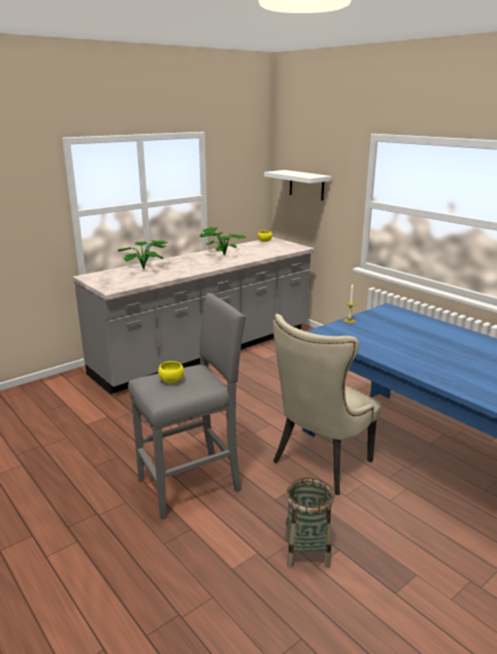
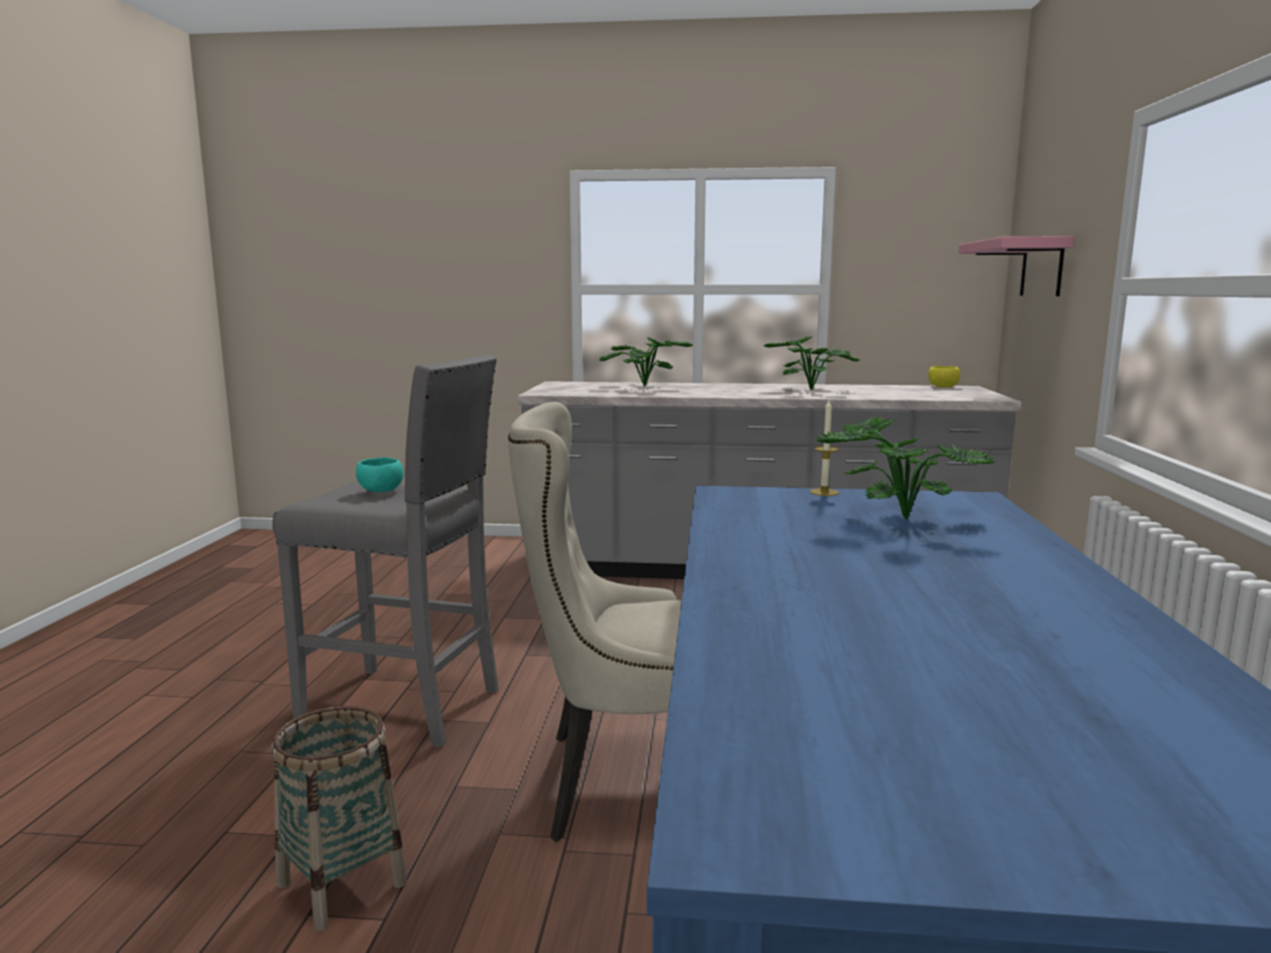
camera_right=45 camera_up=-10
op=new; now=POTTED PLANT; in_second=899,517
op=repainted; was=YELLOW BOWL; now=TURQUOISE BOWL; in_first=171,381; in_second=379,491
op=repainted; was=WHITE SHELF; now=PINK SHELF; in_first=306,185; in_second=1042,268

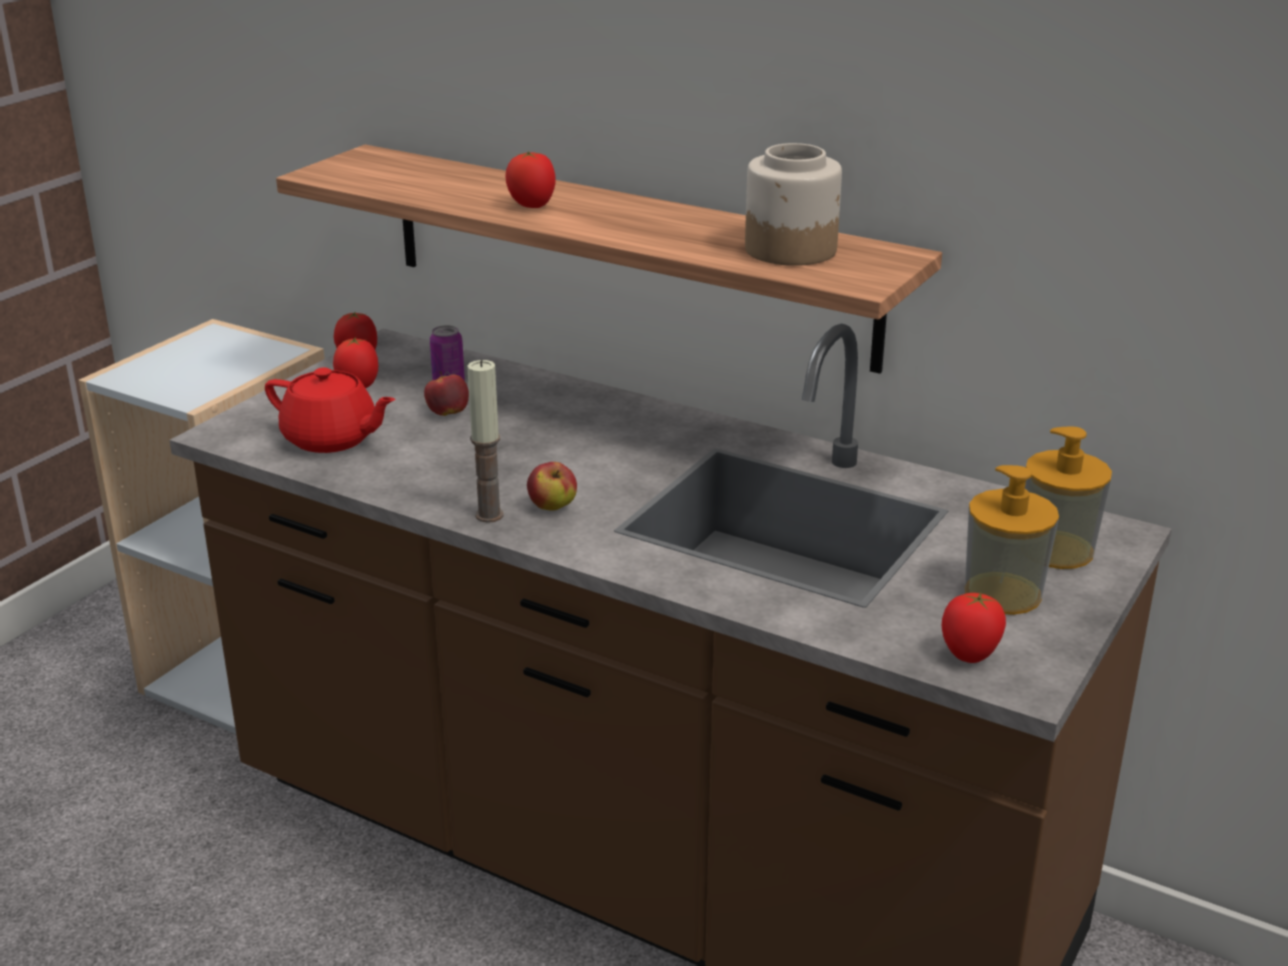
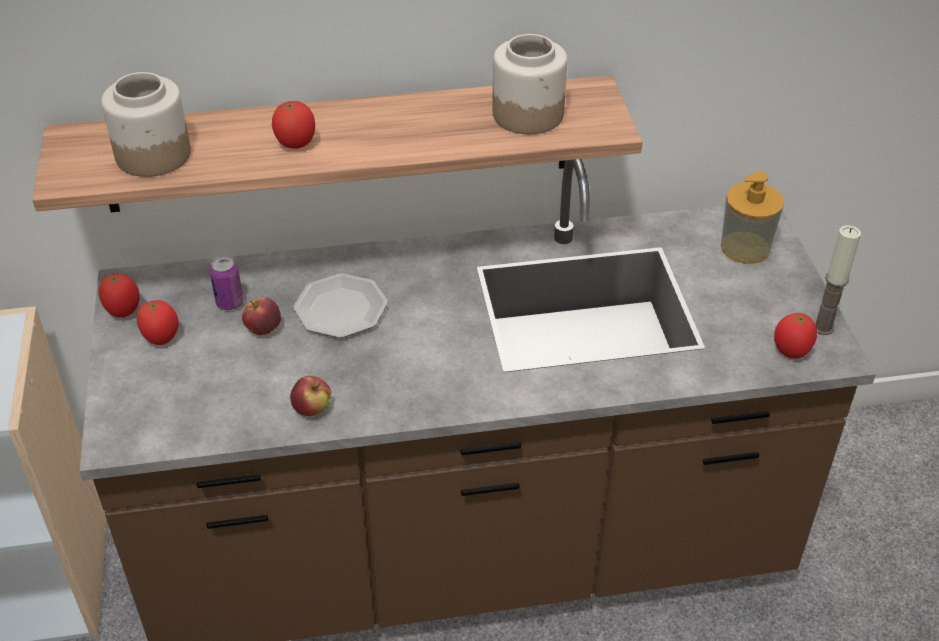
camera_right=-40 camera_up=15
op=gone; was=RED TEAPOT; in_first=332,439
op=gone; was=SOAP DISPENSER; in_first=1002,593
op=new; now=JAR; in_second=152,155
op=new; now=PLATE; in_second=340,309
op=shifted; was=CANDLE; in_first=489,515; in_second=823,327
op=shifted; was=APPLE; in_first=552,507; in_second=312,409

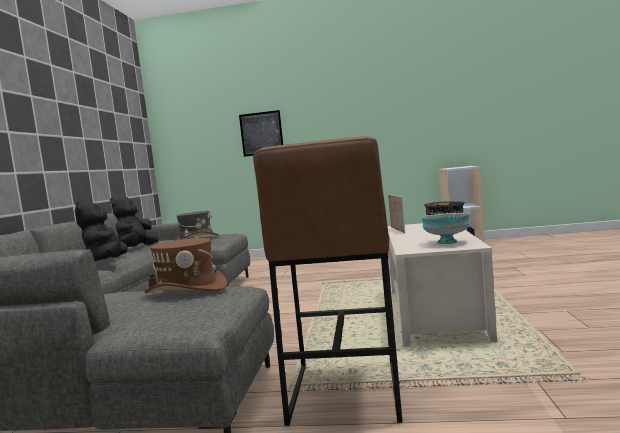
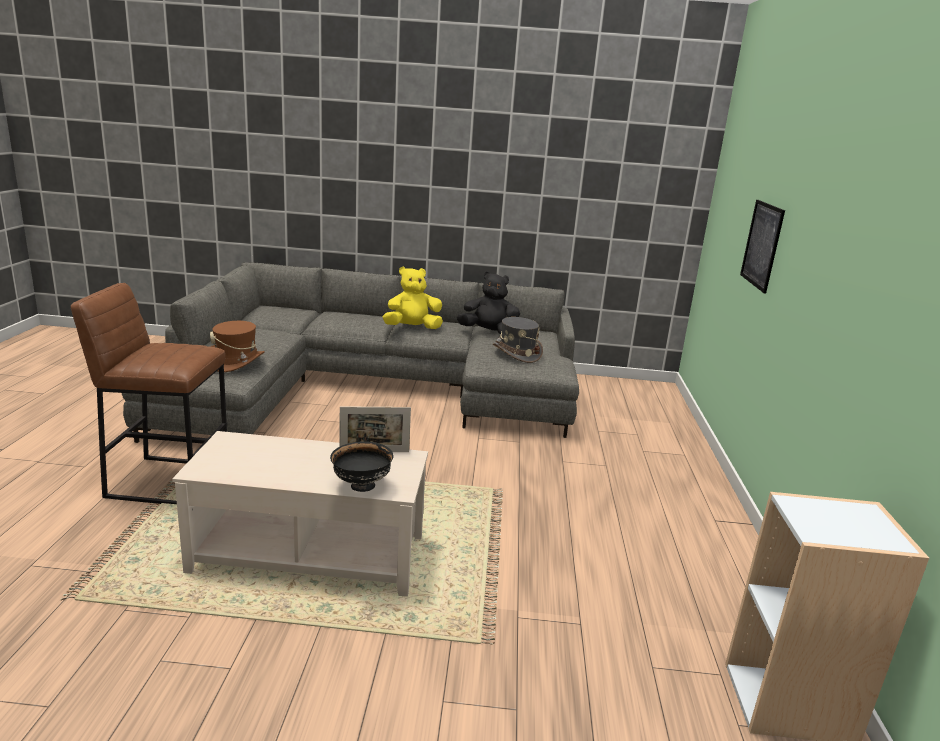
camera_right=85 camera_up=15
op=gone; was=TURQUOISE BOWL; in_first=446,242
op=repainted; was=BLACK PLUSH TOY; now=YELLOW PLUSH TOY; in_first=107,261; in_second=412,328

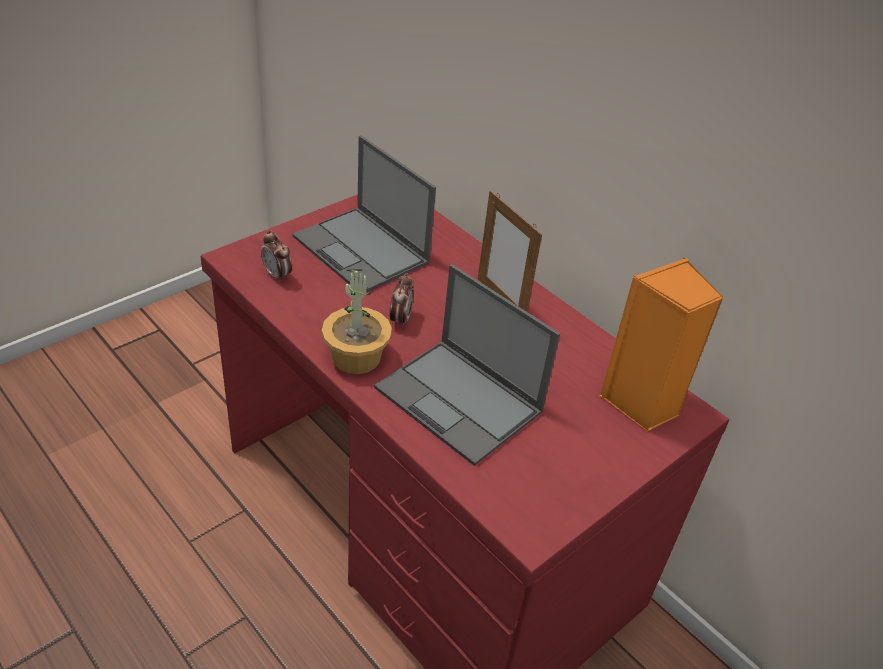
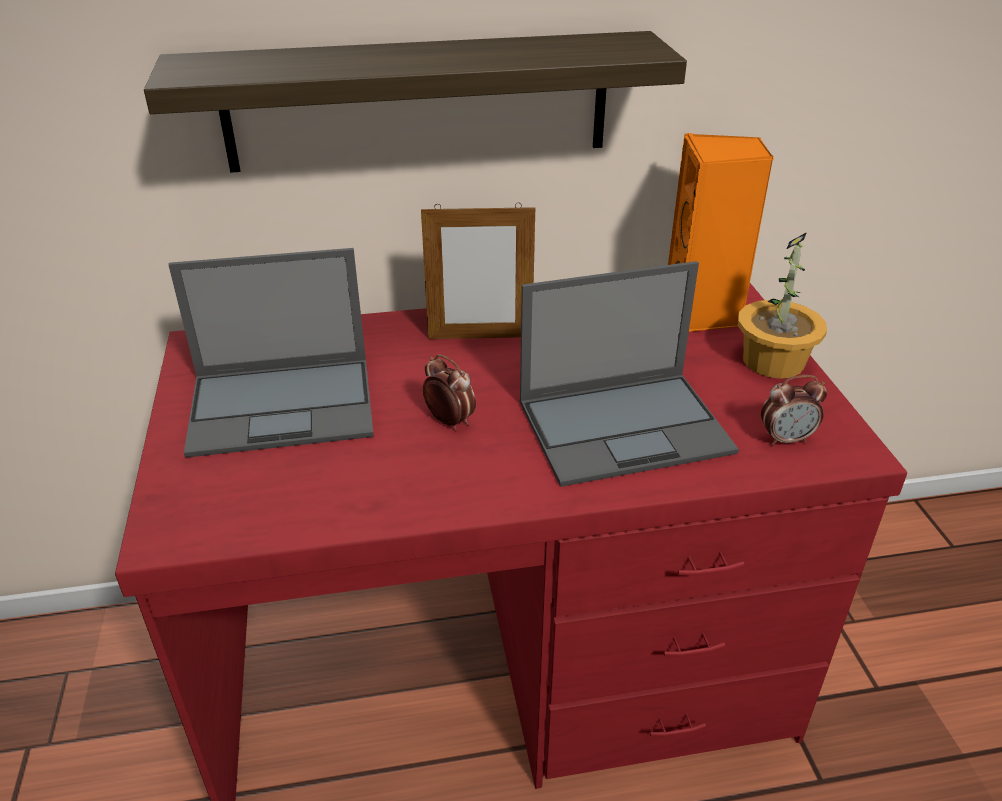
camera_right=-55 camera_up=-5
op=new; now=SHELF; in_second=418,102
op=shifted; was=ALARM CLOCK; in_first=277,275; in_second=786,439
op=shifted; was=POTTED PLANT; in_first=356,357; in_second=774,361

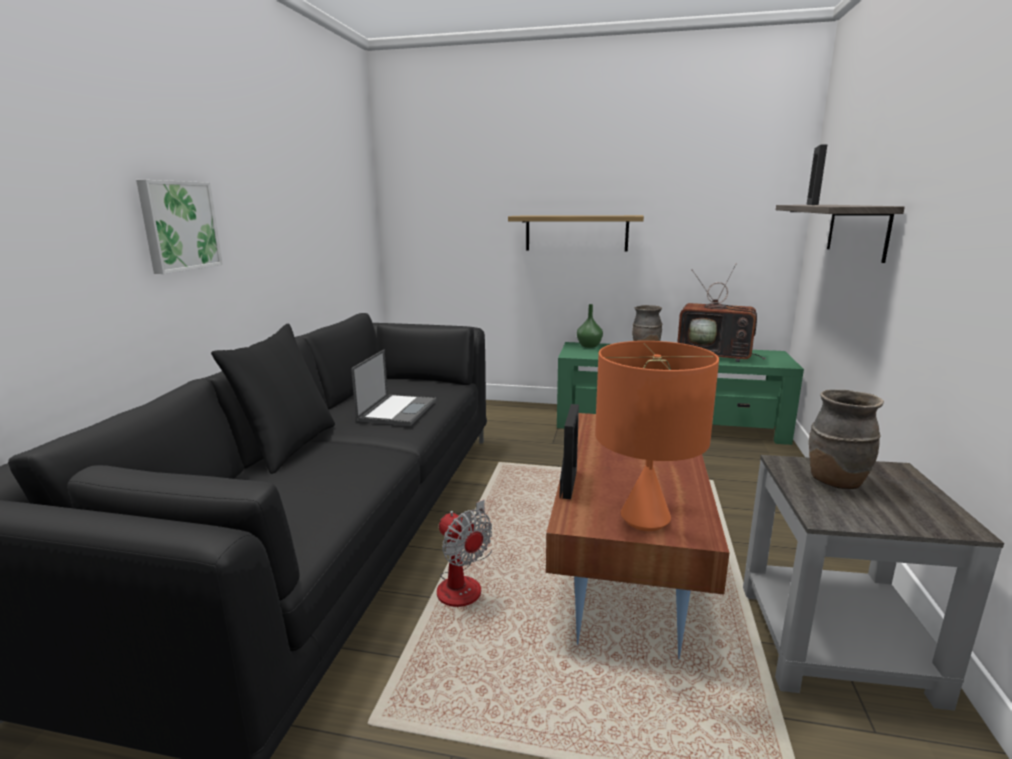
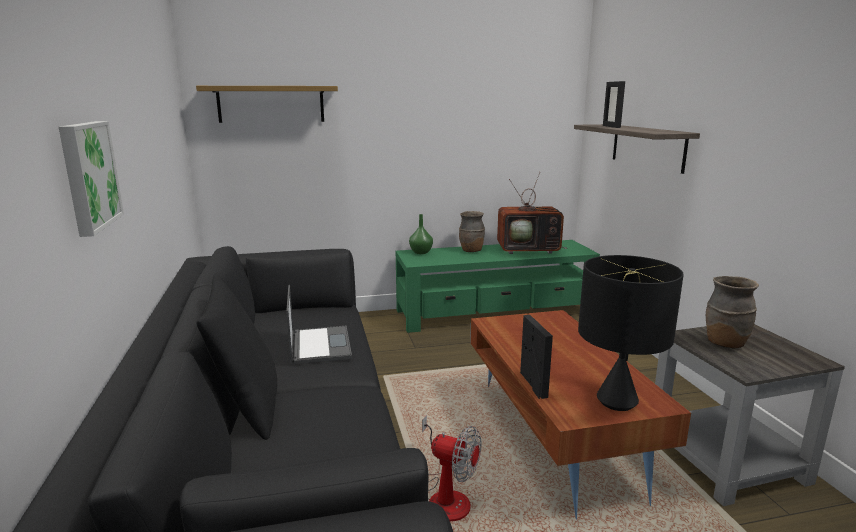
camera_right=-25 camera_up=0
op=shifted; was=SHELF; in_first=576,233; in_second=271,104
op=repainted; was=ORANGE TABLE LAMP; now=BLACK TABLE LAMP; in_first=644,520; in_second=616,402

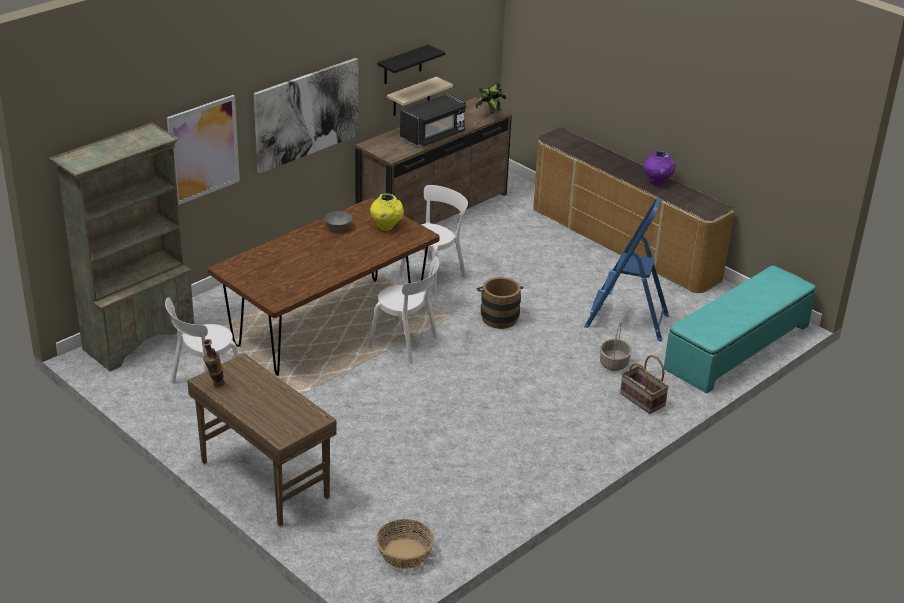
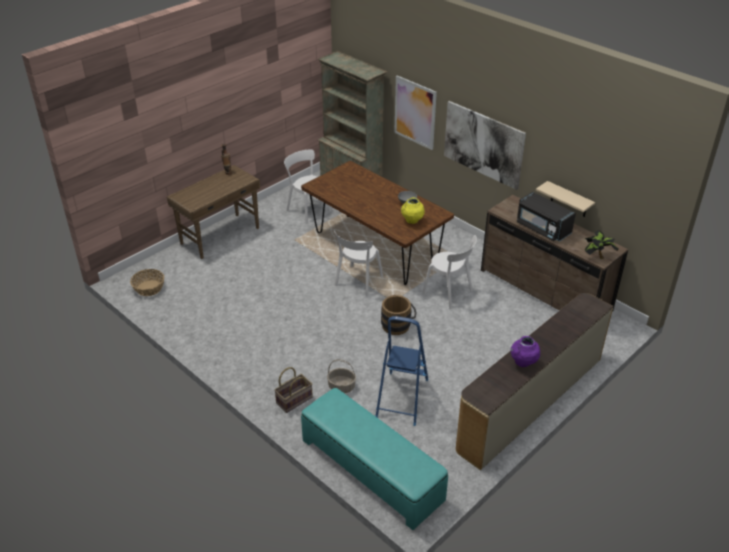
camera_right=90 camera_up=5
op=gone; was=BLACK SHELF; in_first=402,65

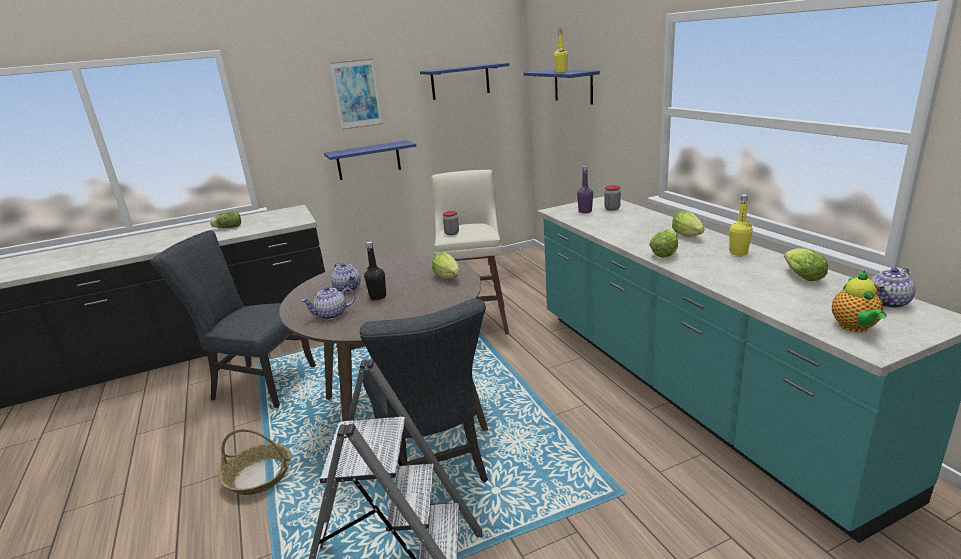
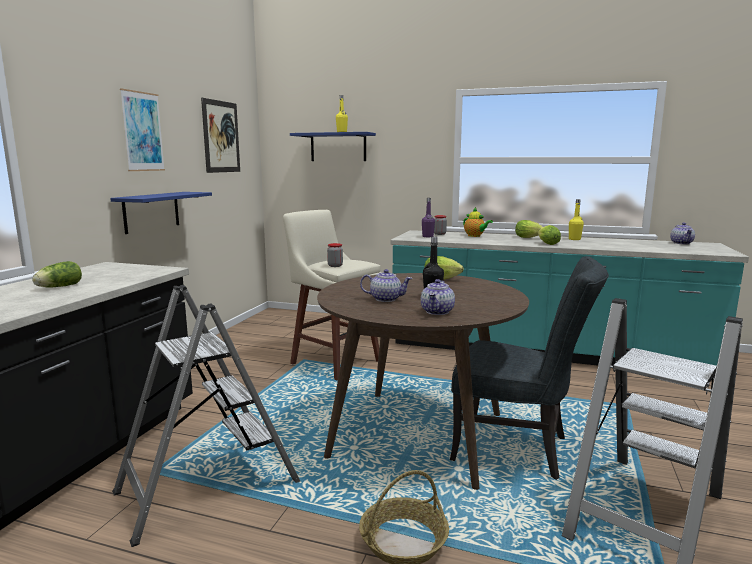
camera_right=-50 camera_up=-10
op=gone; was=LETTUCE; in_first=801,276
op=shifted; was=TEAPOT; in_first=854,328; in_second=475,236
op=swapped; was=GREY CHAIR; now=GREY STEP LADDER; in_first=258,383; in_second=205,487
op=swapped; was=BLUE SHELF; now=PICTURE; in_first=460,81; in_second=221,137

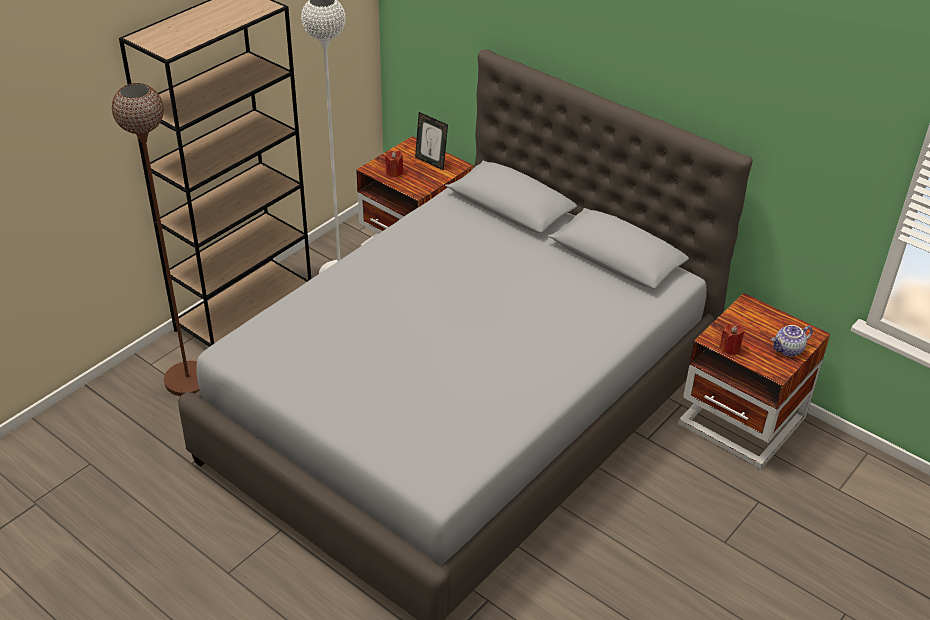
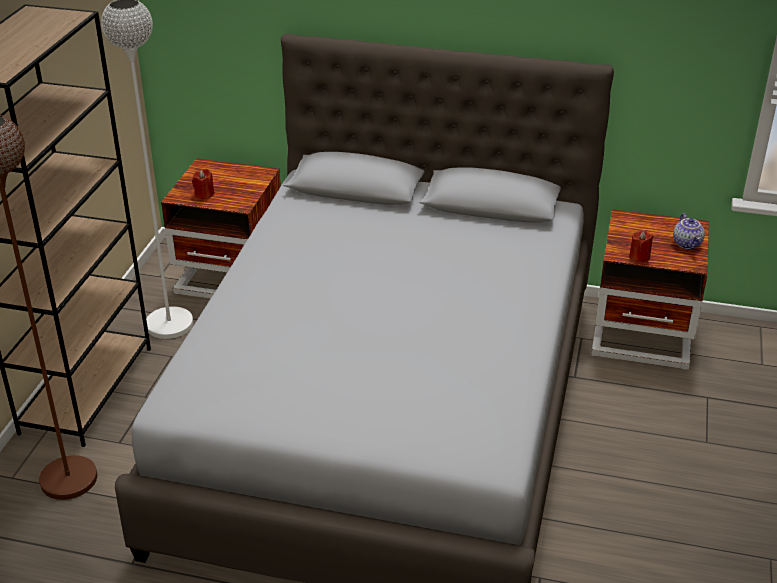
camera_right=-25 camera_up=-5
op=gone; was=PICTURE FRAME; in_first=431,162
op=rotated; was=TEAPOT; in_first=788,350; in_second=687,244; clockwise=-45

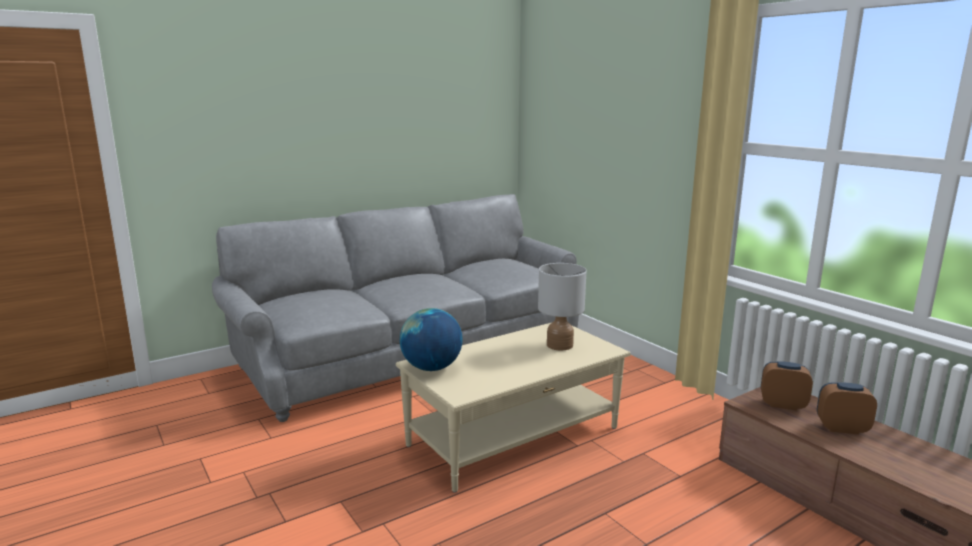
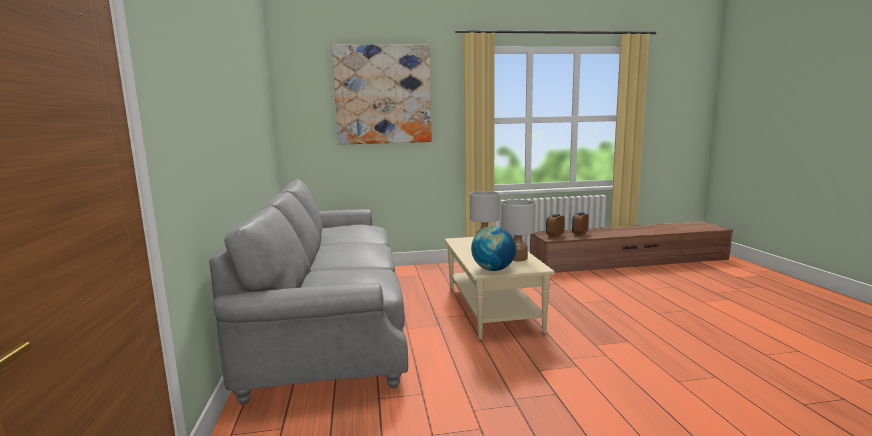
camera_right=-65 camera_up=-5
op=new; now=PICTURE; in_second=383,95
op=new; now=GREY TABLE LAMP; in_second=517,258

